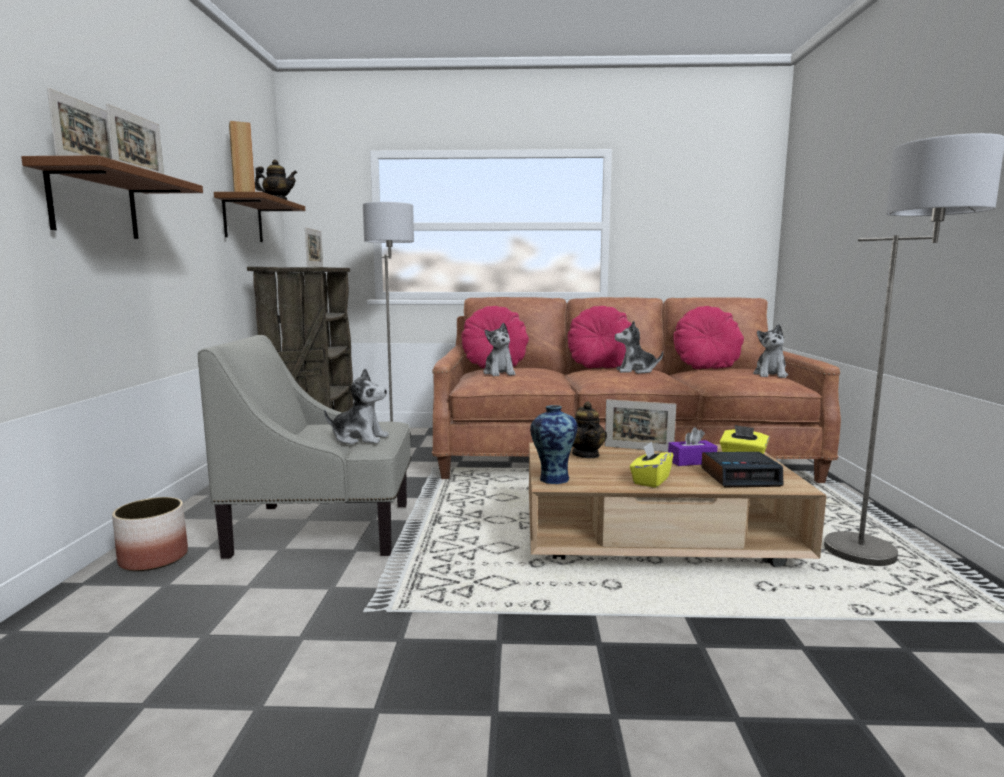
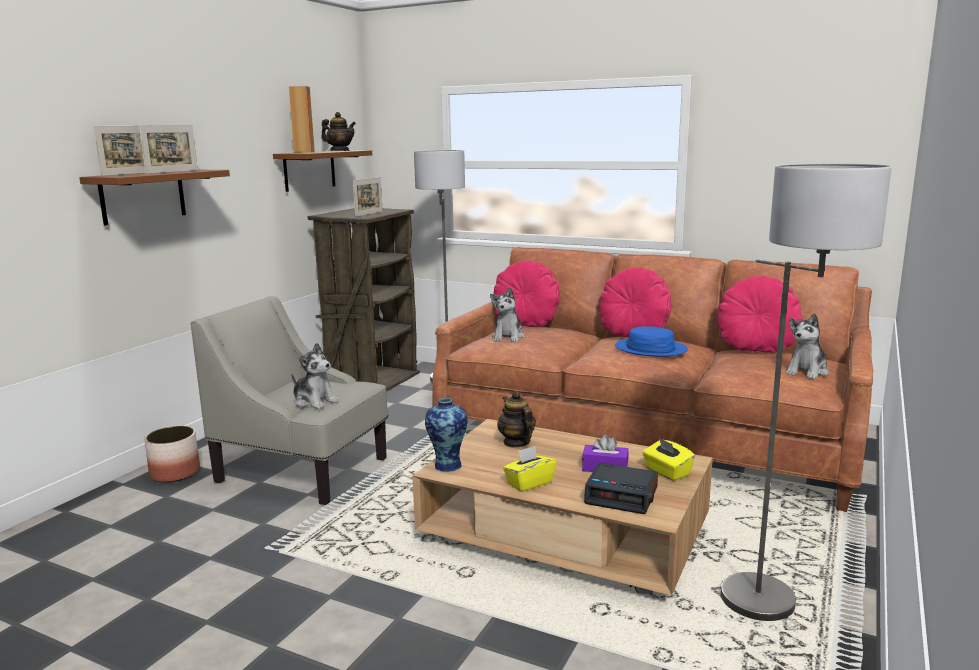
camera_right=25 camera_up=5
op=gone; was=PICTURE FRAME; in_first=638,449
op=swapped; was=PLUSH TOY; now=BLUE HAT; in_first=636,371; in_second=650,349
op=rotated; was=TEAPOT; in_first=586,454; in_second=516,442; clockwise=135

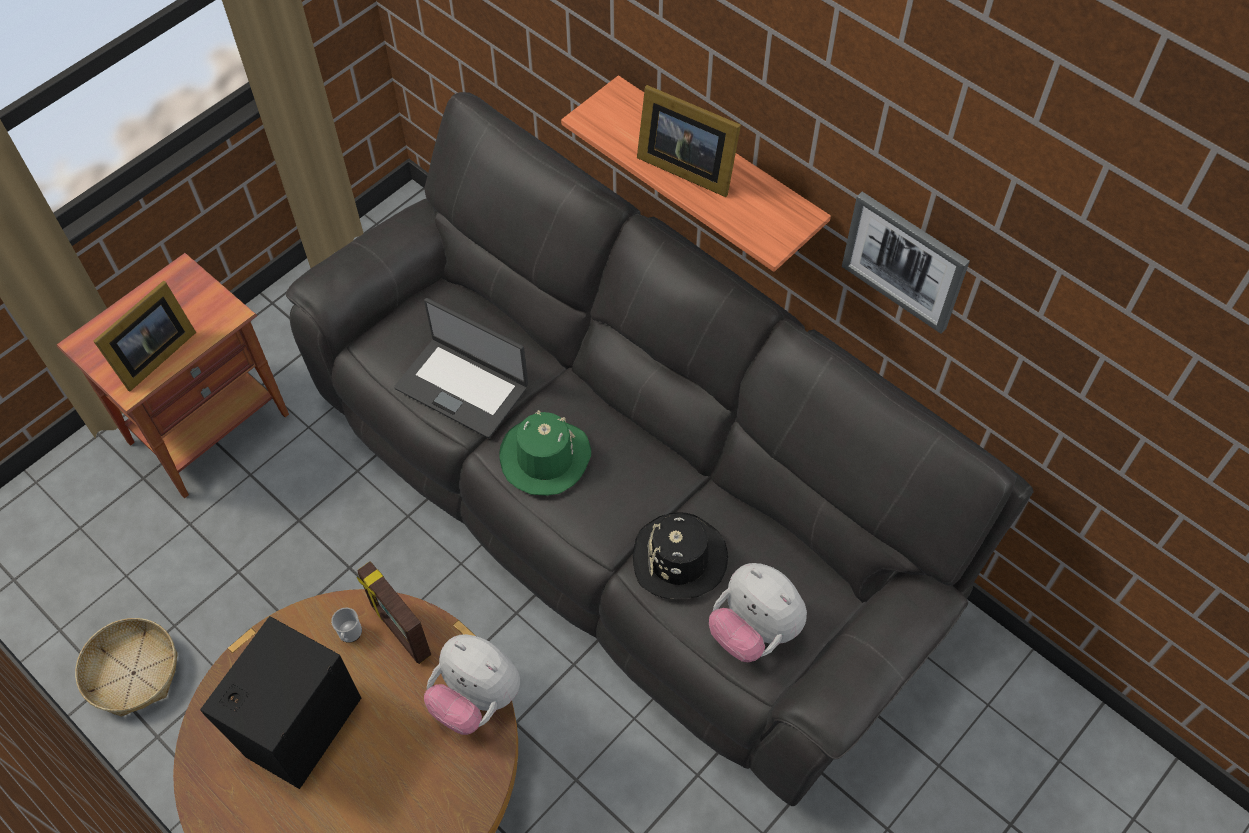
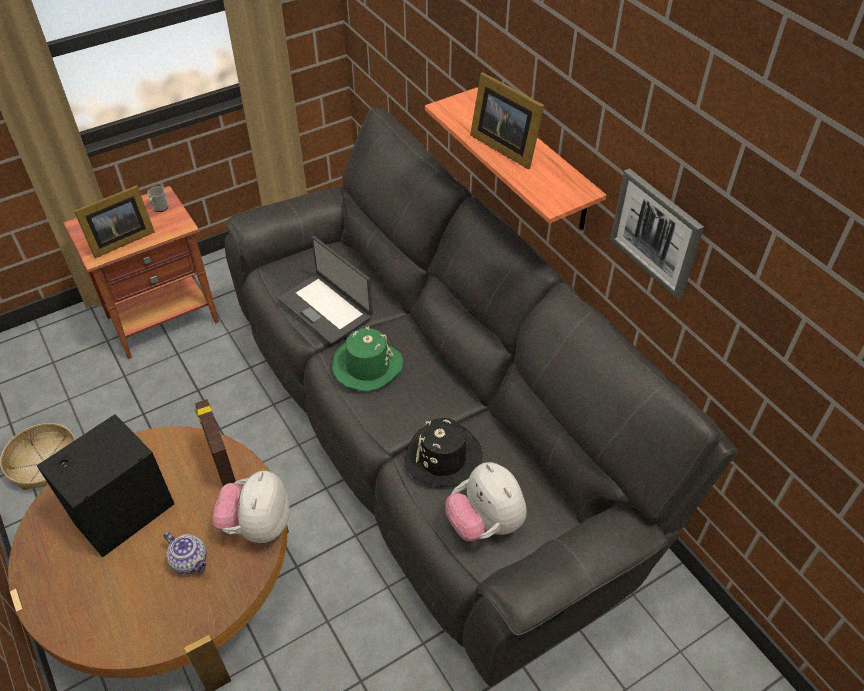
camera_right=15 camera_up=-10
op=new; now=TEAPOT; in_second=191,561
op=shifted; was=MUG; in_first=349,634; in_second=159,208
op=rotated; was=PLUSH TOY; in_first=476,698; in_second=257,525; clockwise=45

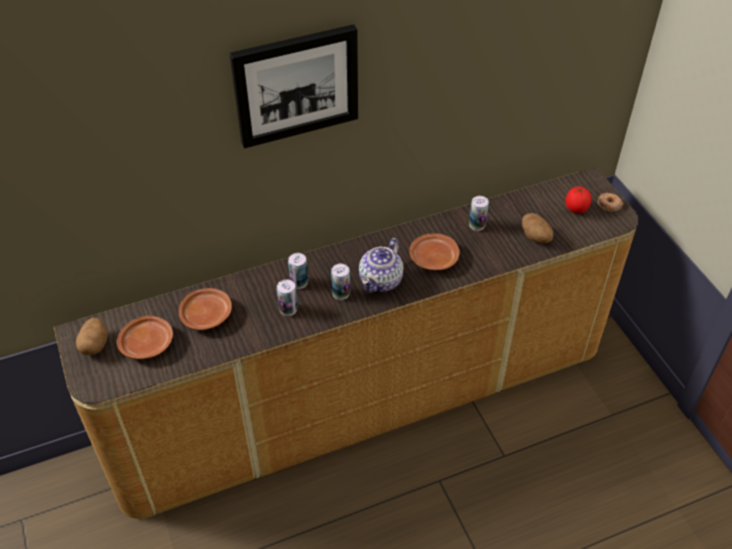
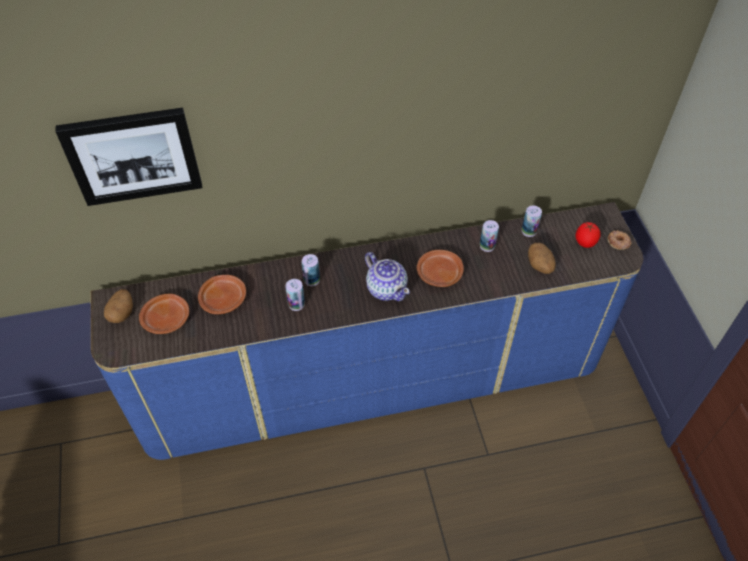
camera_right=10 camera_up=5
op=shifted; was=PICTURE; in_first=296,85; in_second=133,155
op=shifted; was=CAN; in_first=341,293; in_second=529,231
op=repainted; was=BROWN CABINET; now=BLUE CABINET; in_first=365,399; in_second=373,382
op=rotated; was=TEAPOT; in_first=381,280; in_second=386,288; clockwise=-75

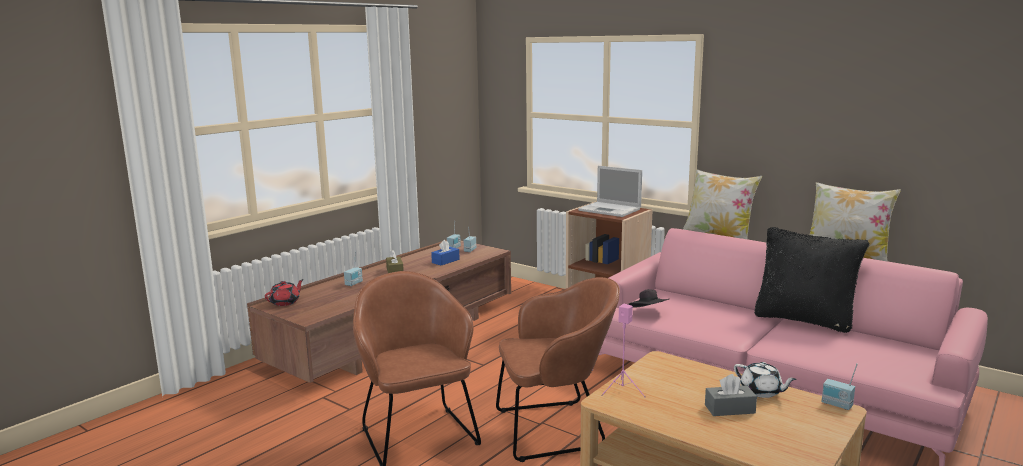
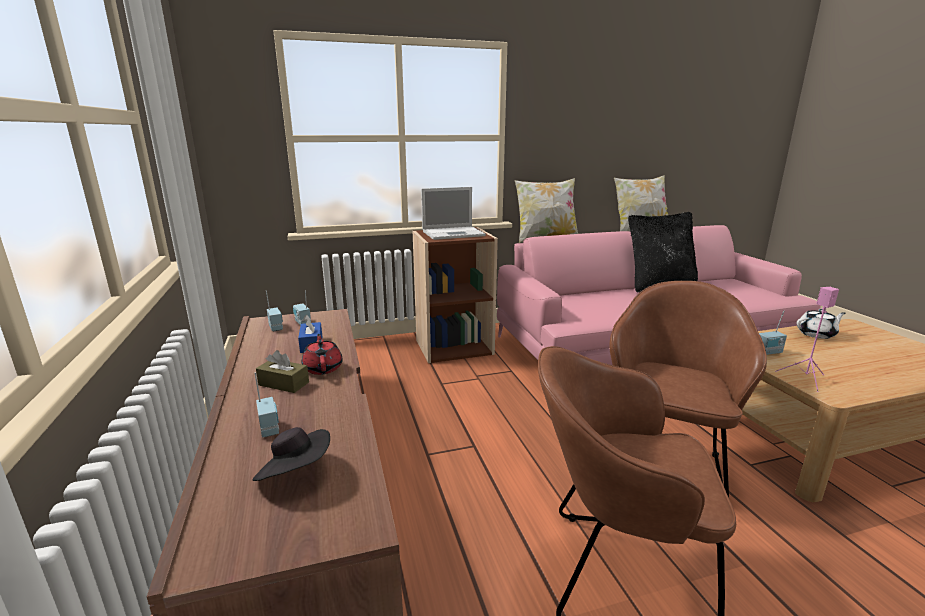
camera_right=-55 camera_up=5
op=gone; was=GREY TISSUE BOX; in_first=729,409
op=shifted; was=RED TEAPOT; in_first=285,302; in_second=323,368
op=shifted; was=BLACK HAT; in_first=648,313; in_second=296,472
op=shifted; was=RADIO; in_first=836,405; in_second=769,353

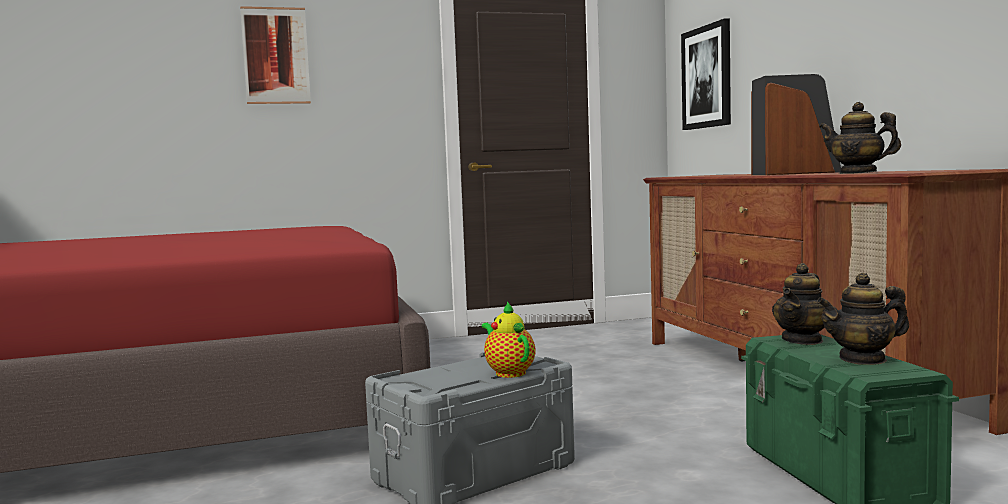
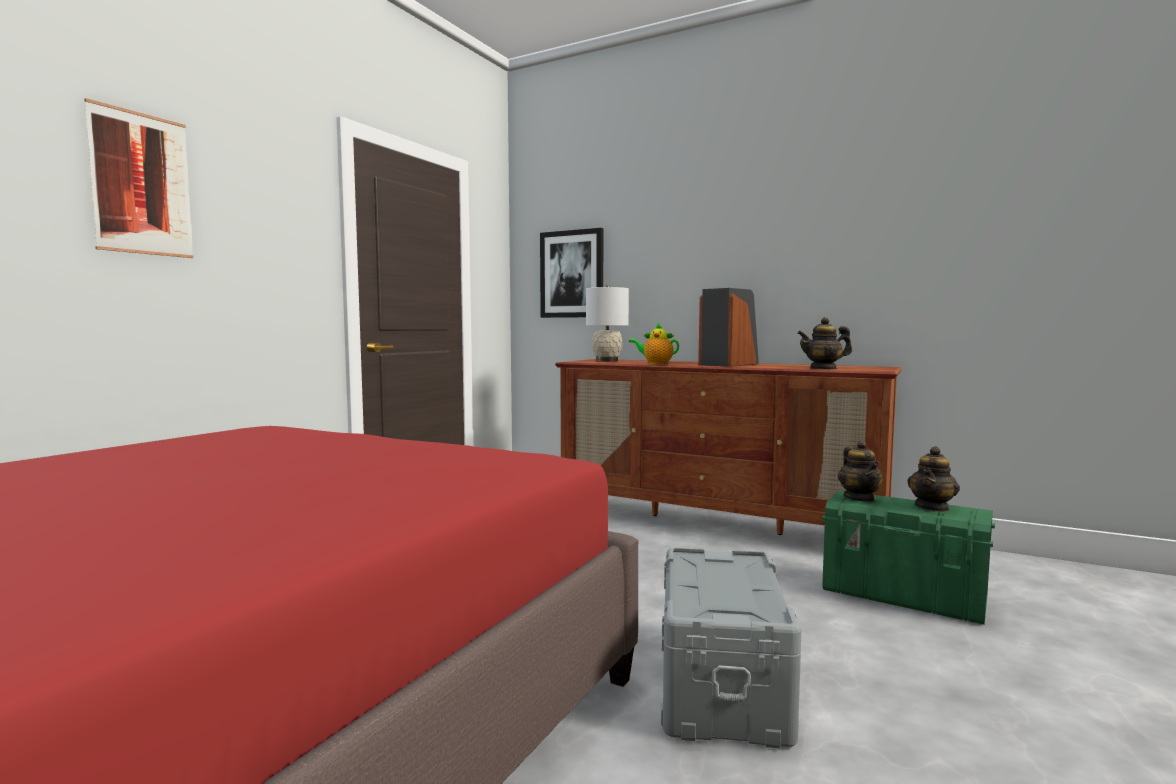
camera_right=-45 camera_up=0
op=new; now=WHITE TABLE LAMP; in_second=607,361
op=shifted; was=TEAPOT; in_first=508,372; in_second=655,363

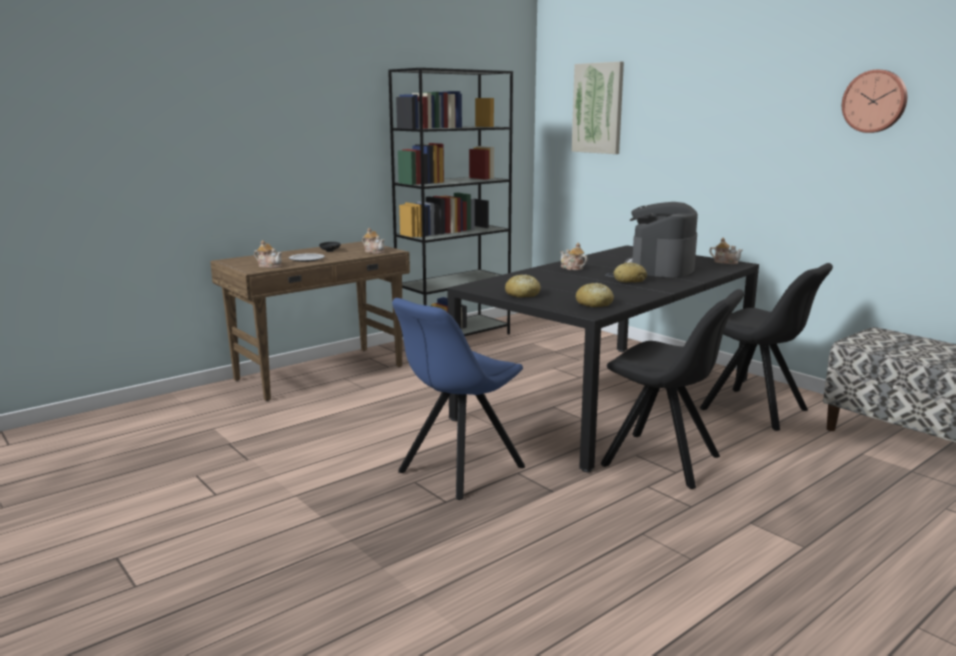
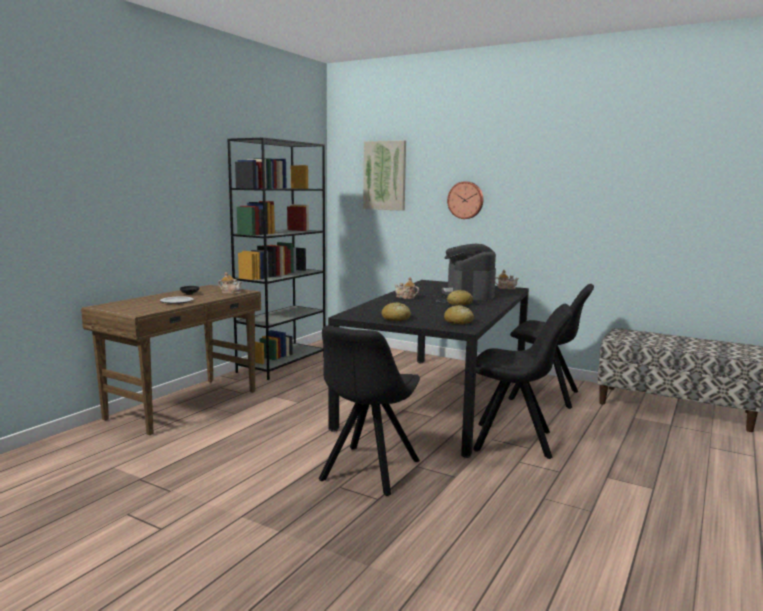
camera_right=-20 camera_up=-5
op=gone; was=TEAPOT; in_first=269,266
op=shifted; was=WALL CLOCK; in_first=875,101; in_second=466,200
op=repainted; was=BLUE CHAIR; now=BLACK CHAIR; in_first=460,469; in_second=369,470

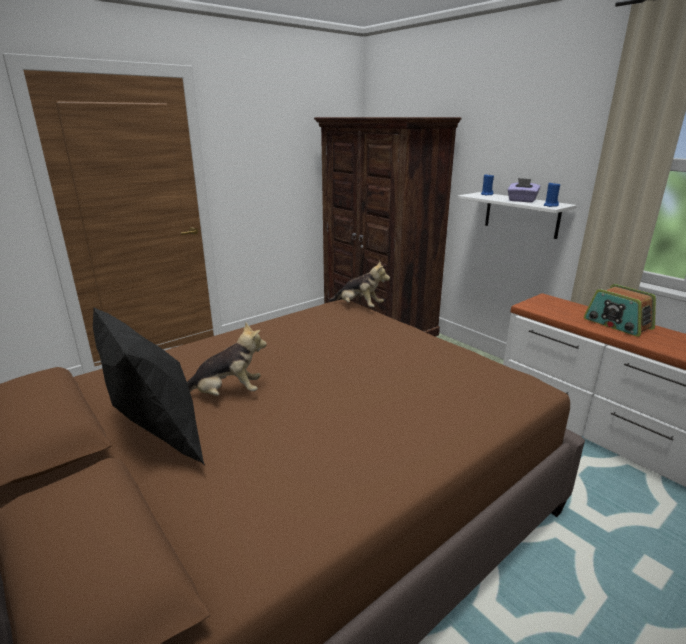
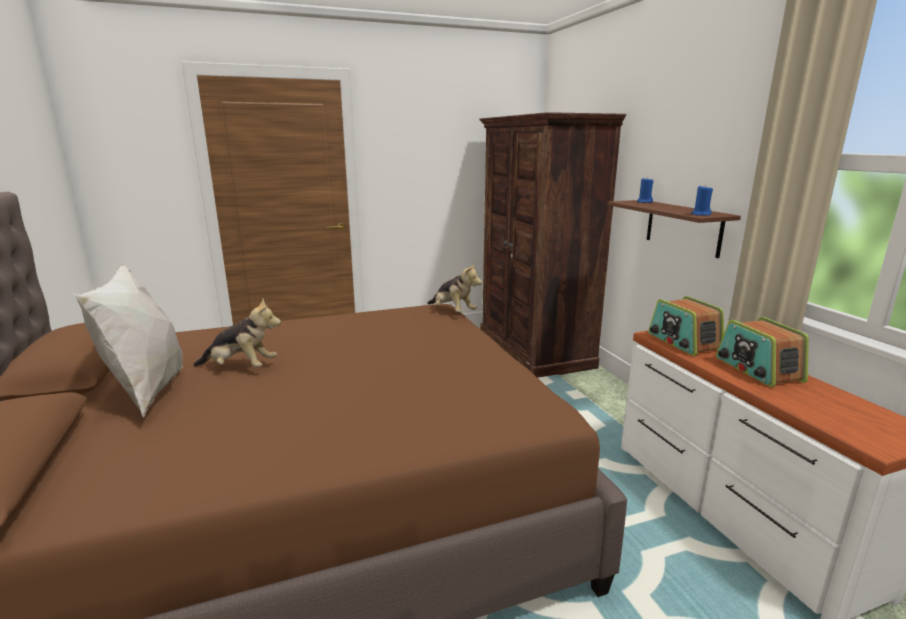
camera_right=20 camera_up=-5
op=gone; was=PURPLE TISSUE BOX; in_first=521,201
op=new; now=RADIO; in_second=683,342
op=repainted; was=BLACK PILLOW; now=WHITE PILLOW; in_first=159,439; in_second=148,392
op=repainted; was=WHITE SHELF; now=BROWN SHELF; in_first=521,215; in_second=683,227

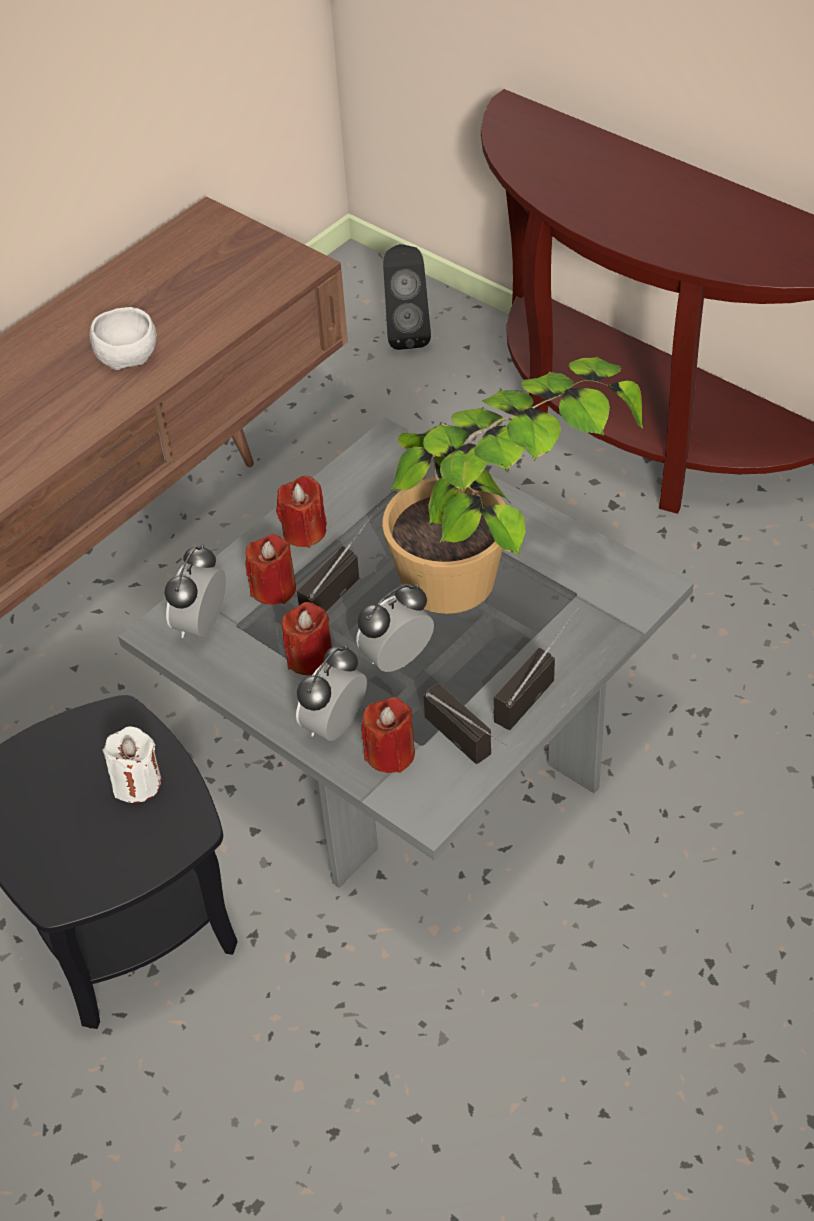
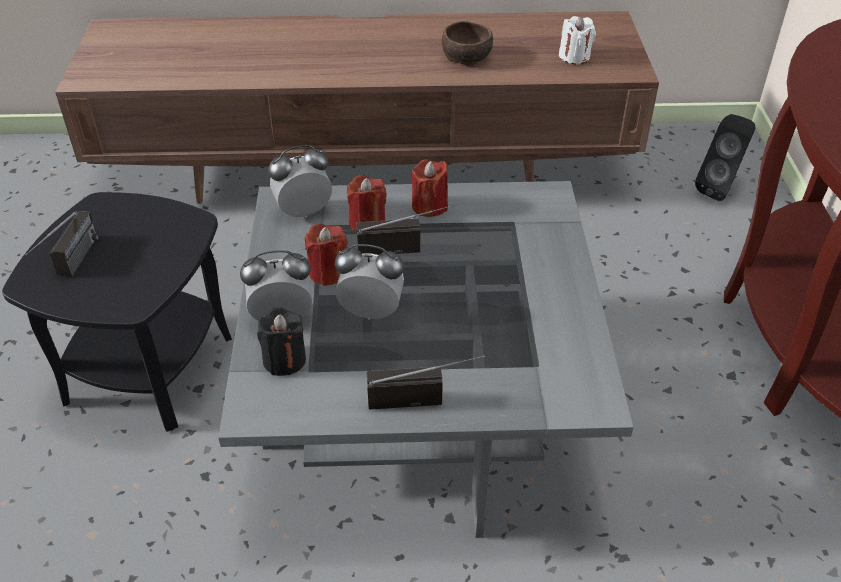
camera_right=45 camera_up=-5
op=gone; was=POTTED PLANT; in_first=499,574
op=shifted; was=WHITE CANDLE; in_first=137,783; in_second=574,57
op=shifted; was=RADIO; in_first=473,747; in_second=72,267
op=repainted; was=WHITE BOWL; now=BROWN BOWL; in_first=128,353; in_second=468,57
op=repainted; was=RED CANDLE; now=BLACK CANDLE; in_first=390,754; in_second=284,360

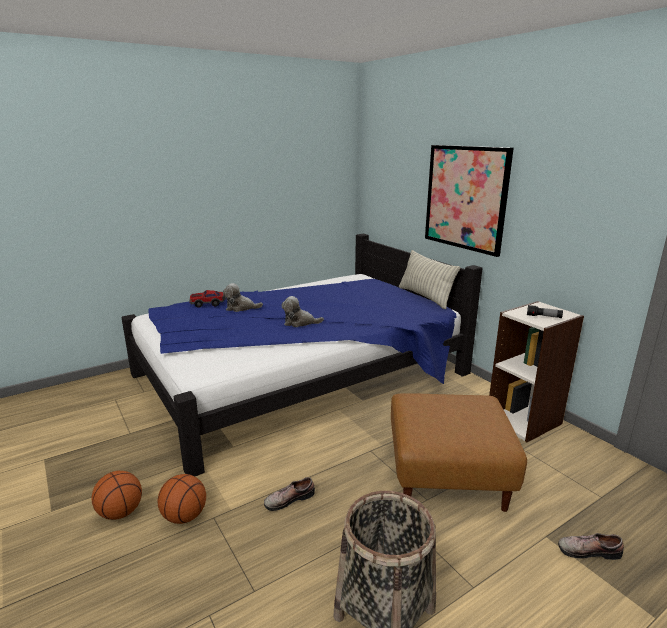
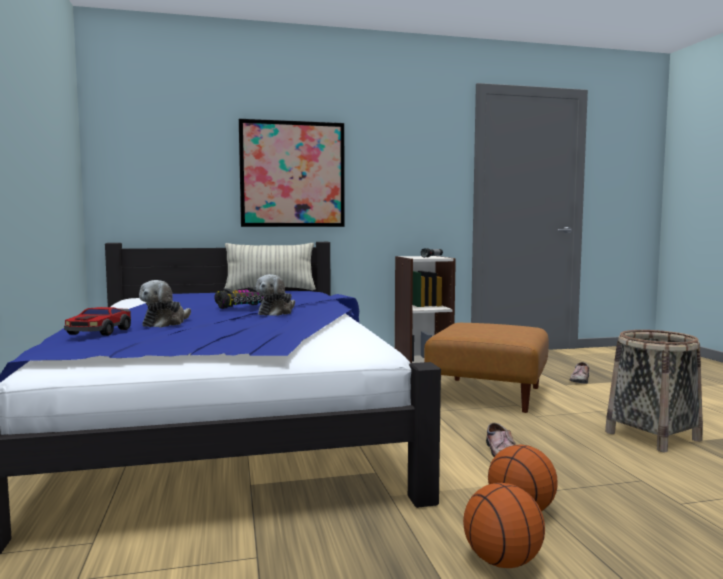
camera_right=-70 camera_up=-15
op=new; now=TOY CAR; in_second=242,305

